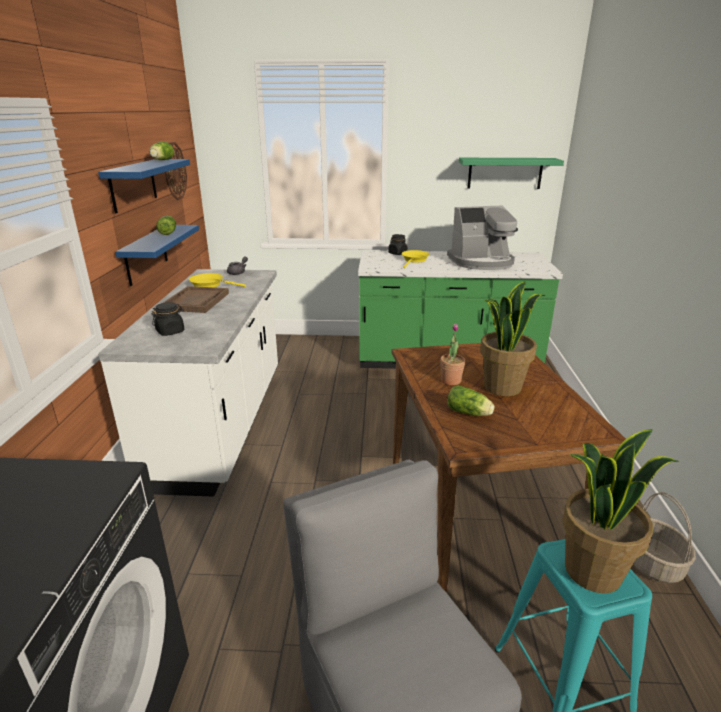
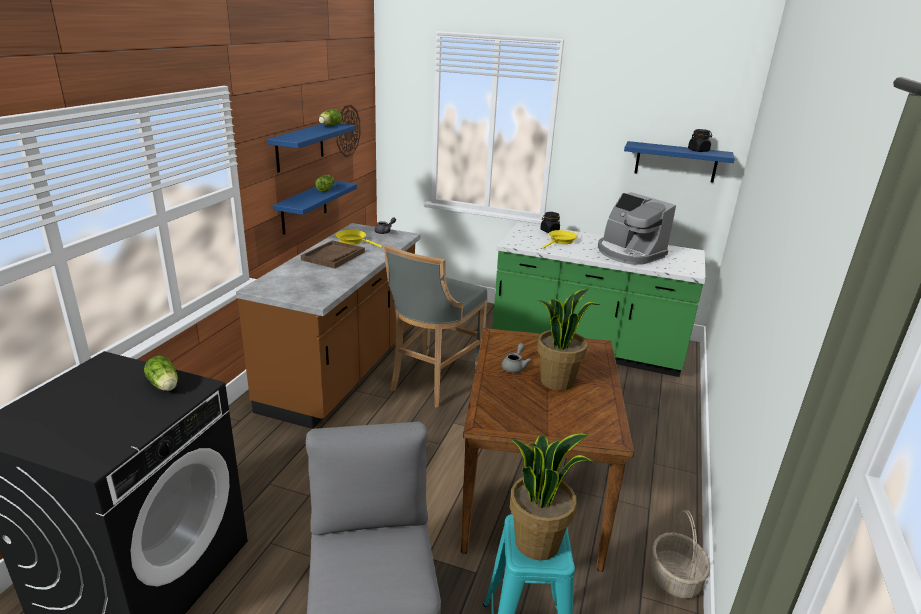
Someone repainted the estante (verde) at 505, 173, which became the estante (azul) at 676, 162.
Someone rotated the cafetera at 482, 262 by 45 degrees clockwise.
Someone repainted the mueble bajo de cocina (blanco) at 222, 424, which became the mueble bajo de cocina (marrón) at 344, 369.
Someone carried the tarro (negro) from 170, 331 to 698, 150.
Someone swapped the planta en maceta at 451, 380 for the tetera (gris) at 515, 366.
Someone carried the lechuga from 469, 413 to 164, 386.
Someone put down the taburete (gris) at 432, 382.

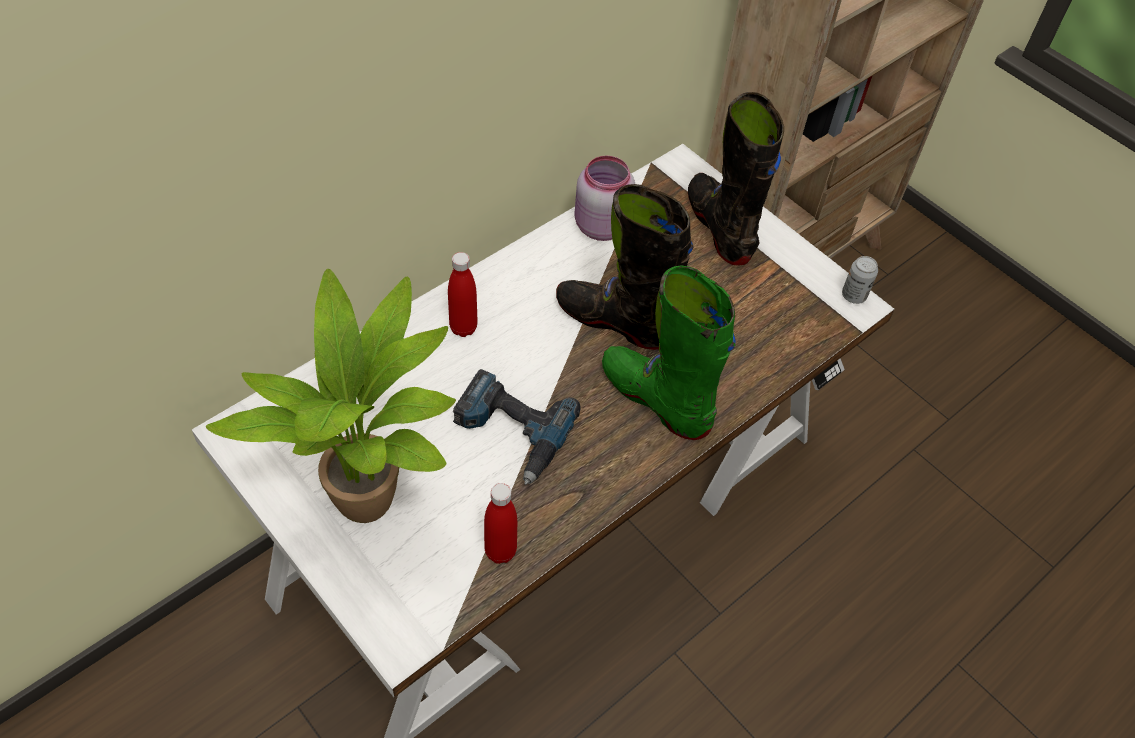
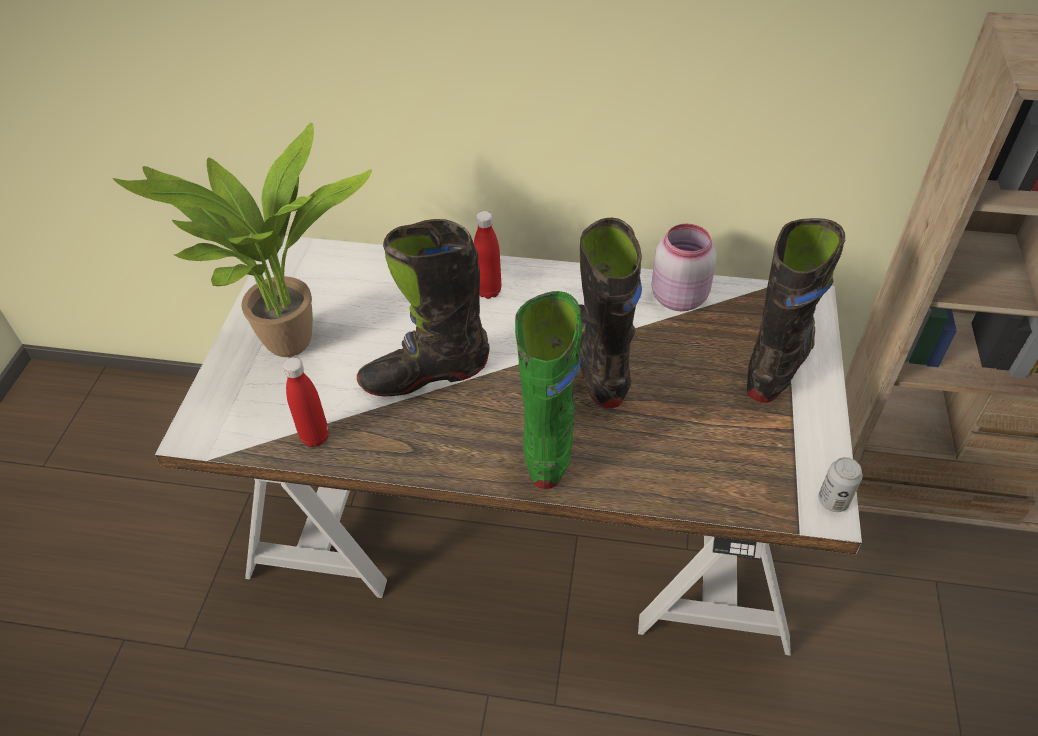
Someone swapped the taladro at 511, 432 for the bota (negro) at 425, 375.

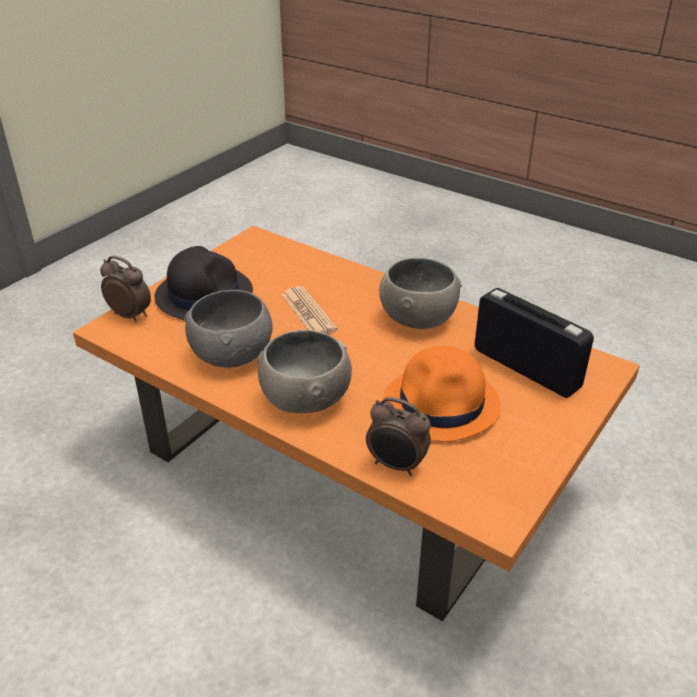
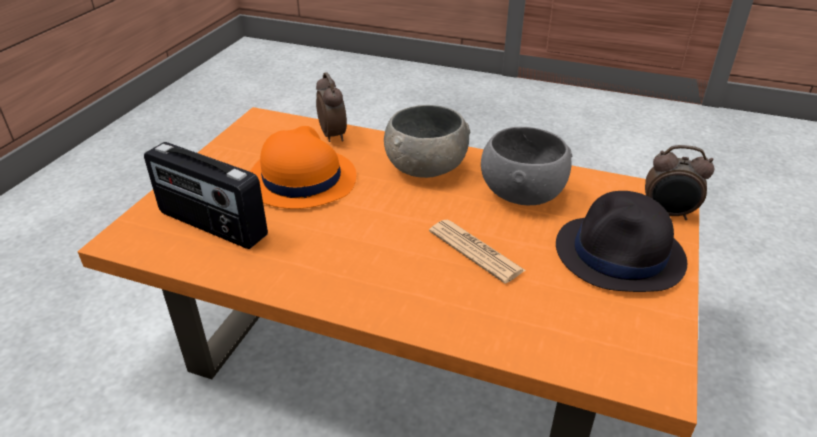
Someone took away the cuenco (gris) at 417, 317.
Someone rotated the despertador at 396, 465 by 60 degrees clockwise.

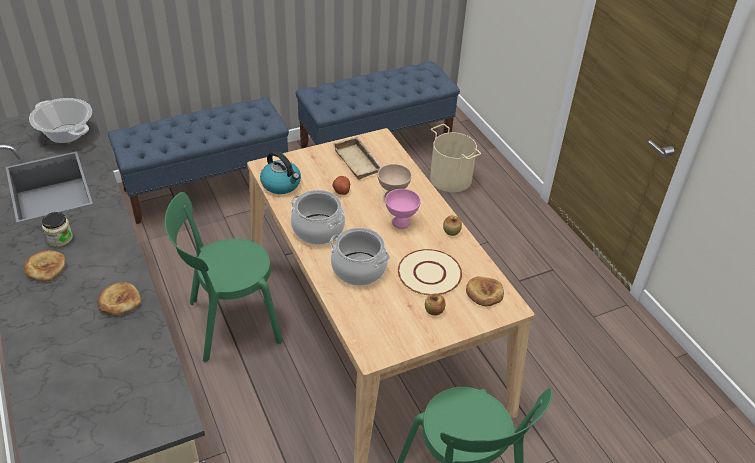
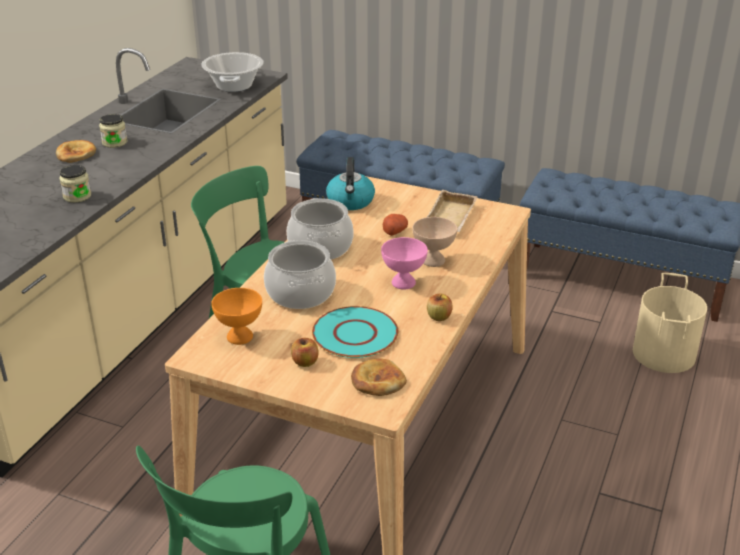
Someone repainted the plato (beis) at 429, 274, which became the plato (turquesa) at 354, 334.
Someone swapped the pan at 119, 301 for the tarro at 77, 196.
Someone put down the cuenco (naranja) at 239, 337.

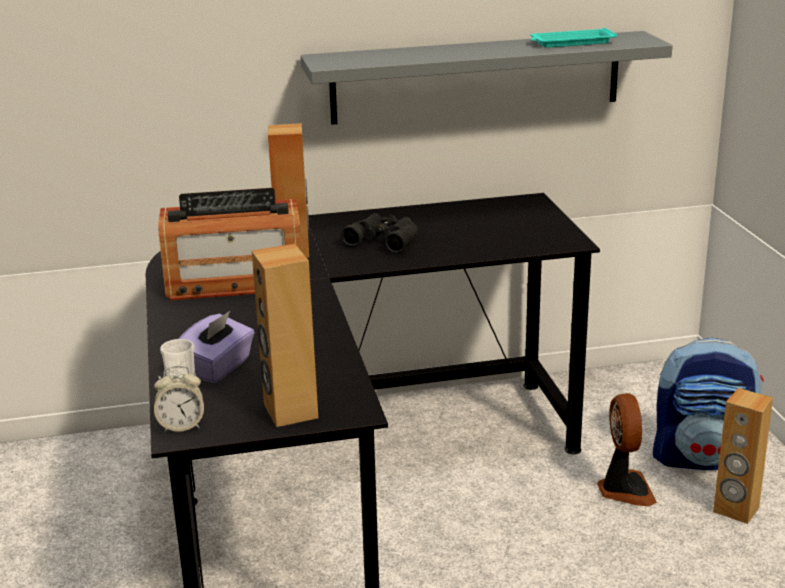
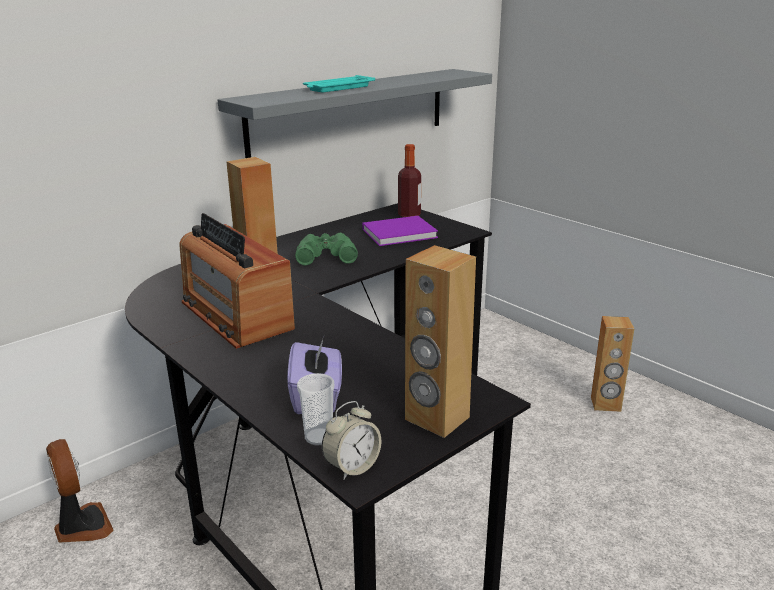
Someone carried the bandeja (turquesa) from 571, 43 to 338, 88.
Someone rotated the radio at 234, 282 by 90 degrees clockwise.
Someone repainted the prismáticos (negro) at 385, 239, which became the prismáticos (verde) at 325, 254.
Someone took away the mochila at 702, 458.
Someone carried the ventilador from 624, 489 to 82, 526.
Someone put down the botella at 409, 215.
Someone put down the libro (morado) at 401, 233.

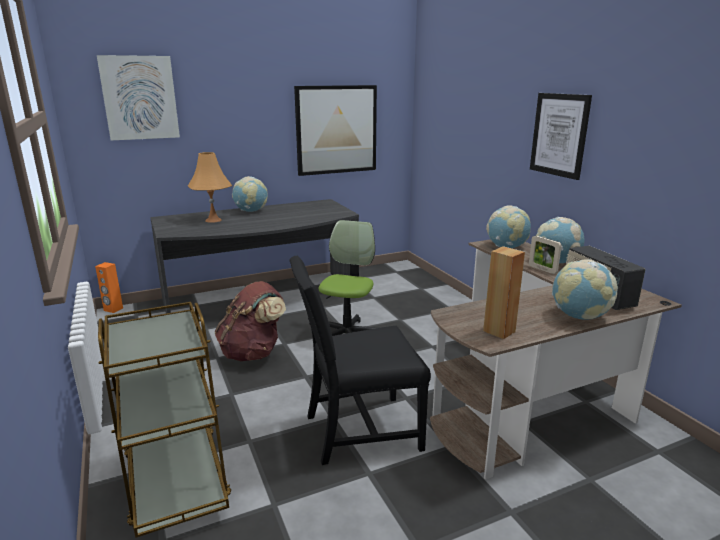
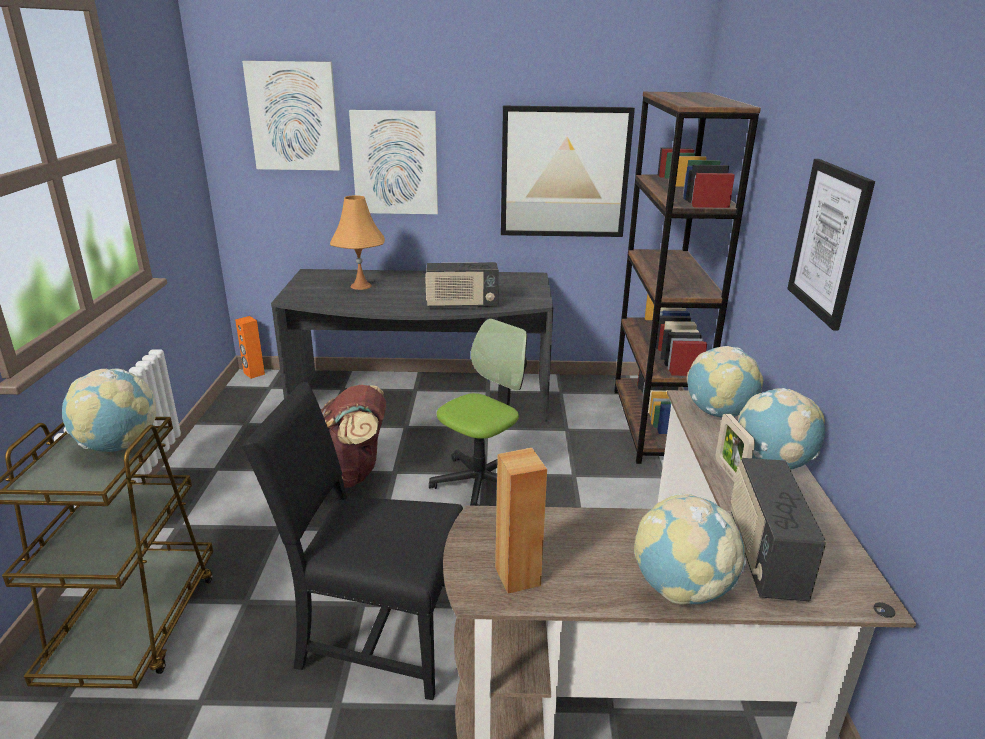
Someone carried the globo terráqueo from 251, 211 to 119, 446.
Someone put down the estantería (marrón) at 653, 425.
Someone put up the cuadro at 395, 162.
Someone put down the radio at 462, 305.

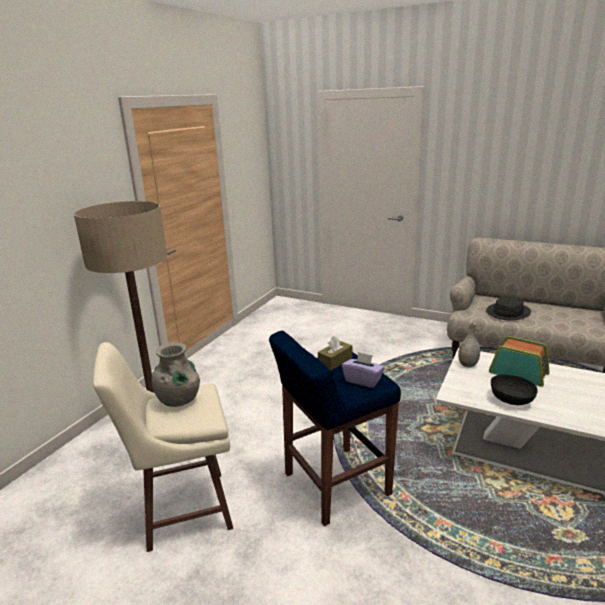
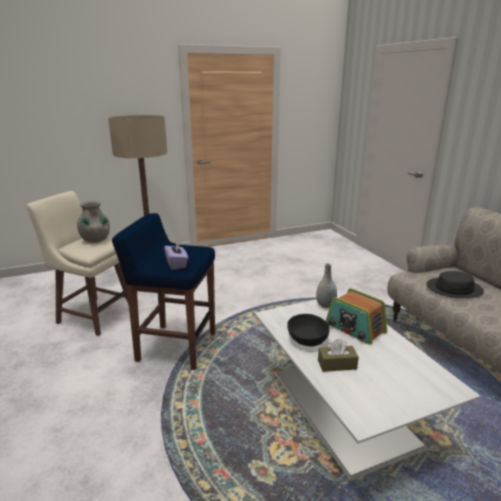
Someone carried the caja de pañuelos (marrón) from 335, 361 to 337, 364.
Someone rotated the radio at 518, 373 by 150 degrees clockwise.

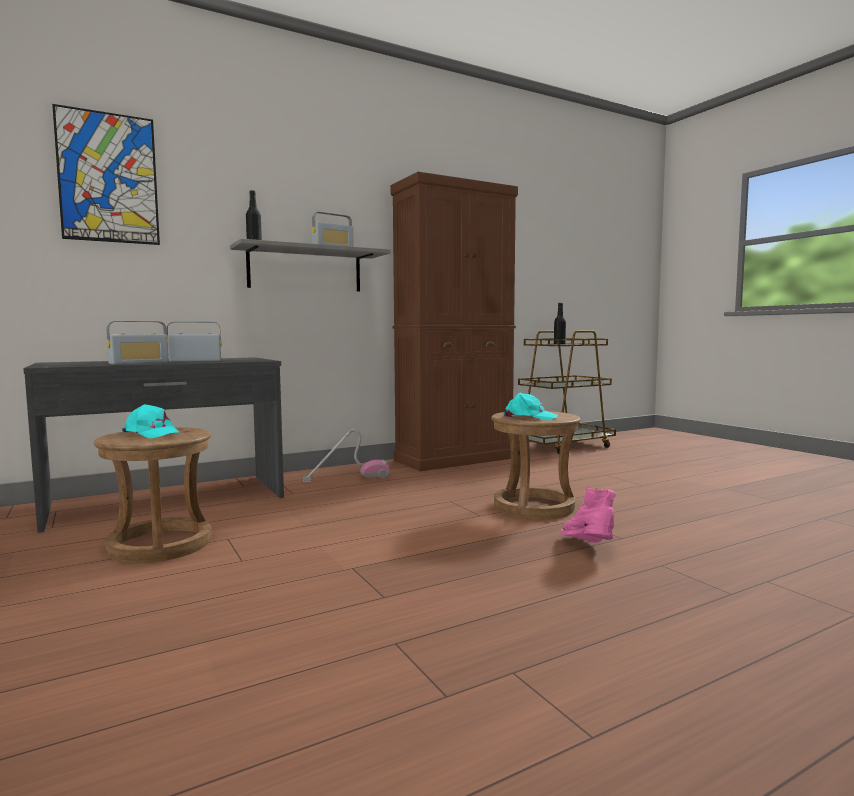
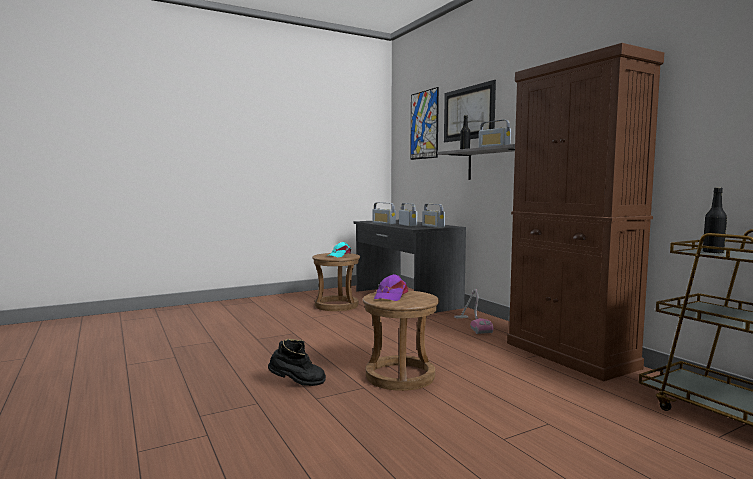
Someone repainted the gorra (turquesa) at 529, 417, which became the gorra (morado) at 390, 296.
Someone repainted the bota (rosa) at 588, 549, which became the bota (negro) at 297, 384.
Someone put up the cuadro at 468, 113.
Someone put down the radio at 433, 226.

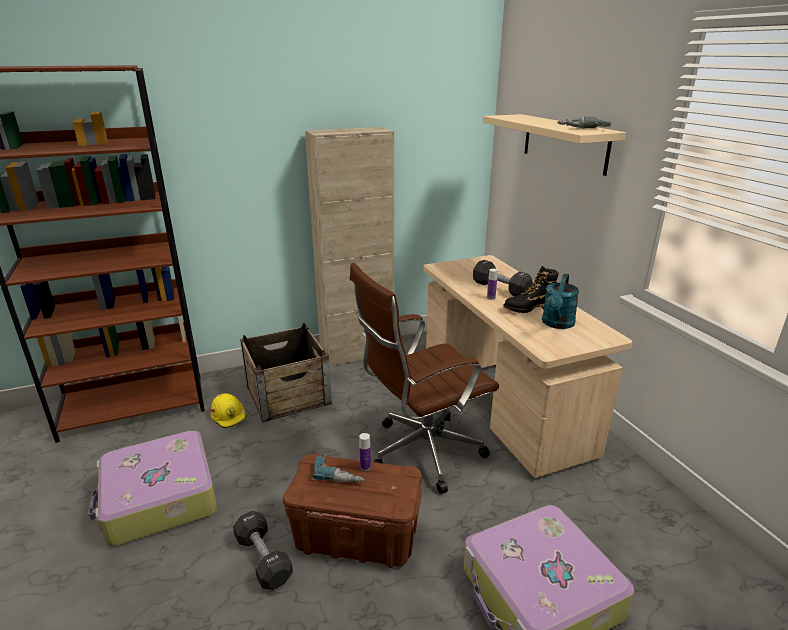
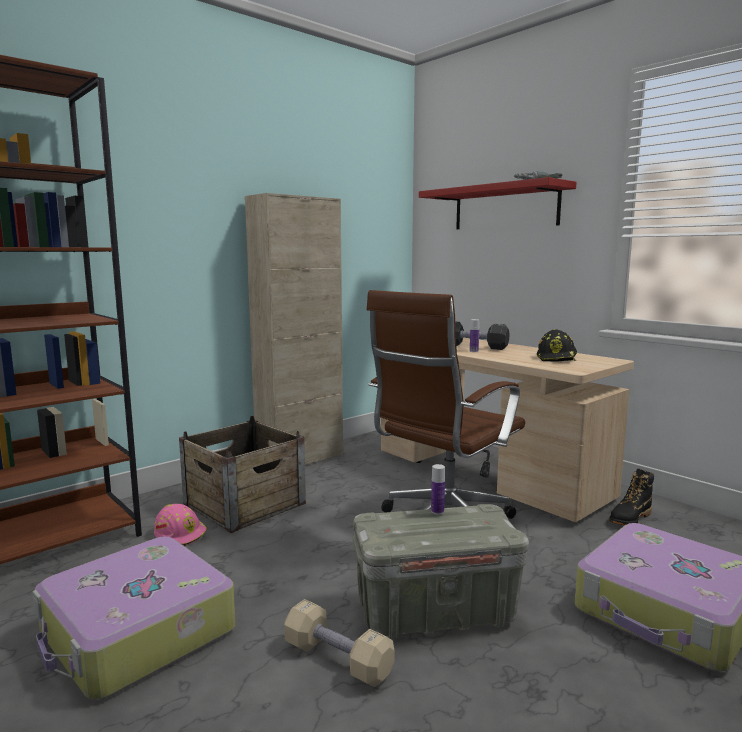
Someone repainted the estante (beis) at 564, 143, which became the estante (rojo) at 505, 208.
Someone carried the bota (negro) from 529, 308 to 630, 518.
Someone swapped the regadera (turquesa) at 557, 324 for the casco (negro) at 557, 358.
Someone repainted the casco (amarillo) at 229, 416, which became the casco (rosa) at 181, 534.
Someone repainted the caja de almacenaje (marrón) at 357, 537, which became the caja de almacenaje (gris) at 436, 611.
Someone took away the taladro at 340, 473.
Someone repainted the mancuerna (negro) at 263, 559, which became the mancuerna (beis) at 337, 659.

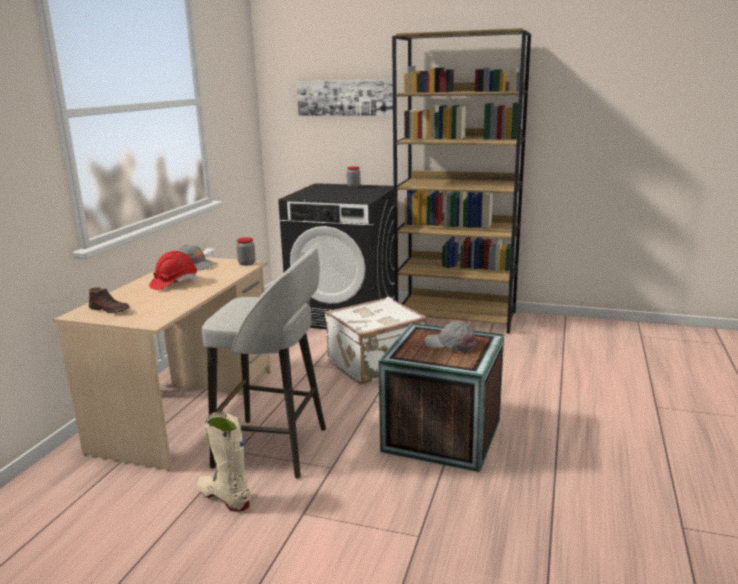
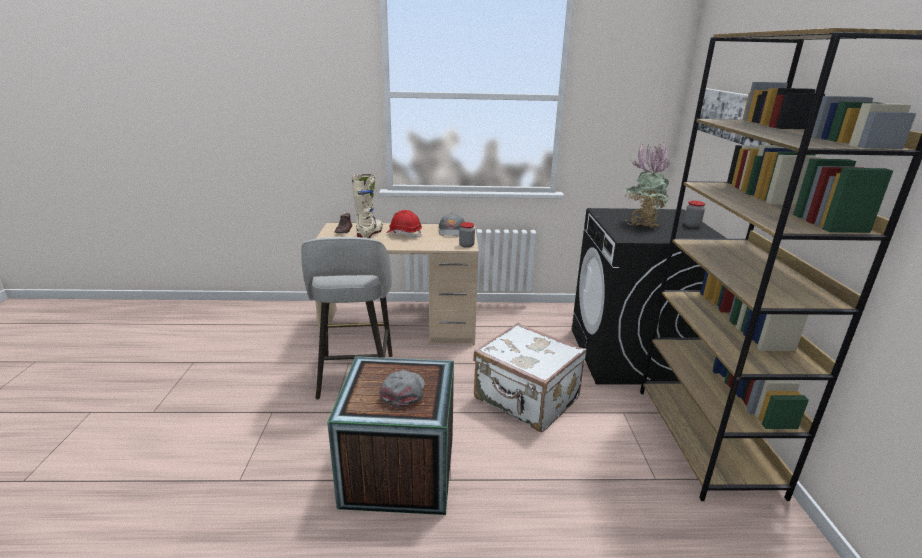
Someone carried the bota (beis) from 224, 498 to 370, 234.
Someone put down the planta en maceta at 641, 224.

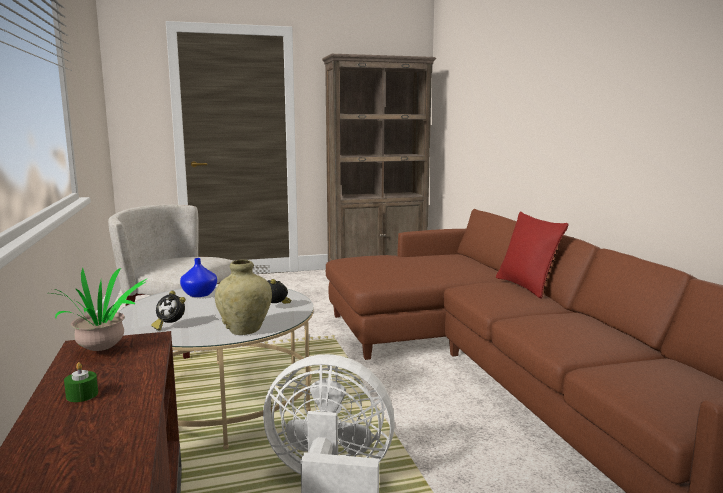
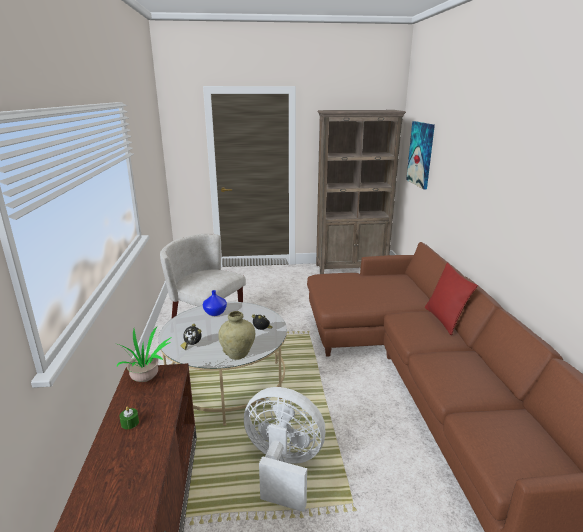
Someone put up the cuadro at 421, 154.

